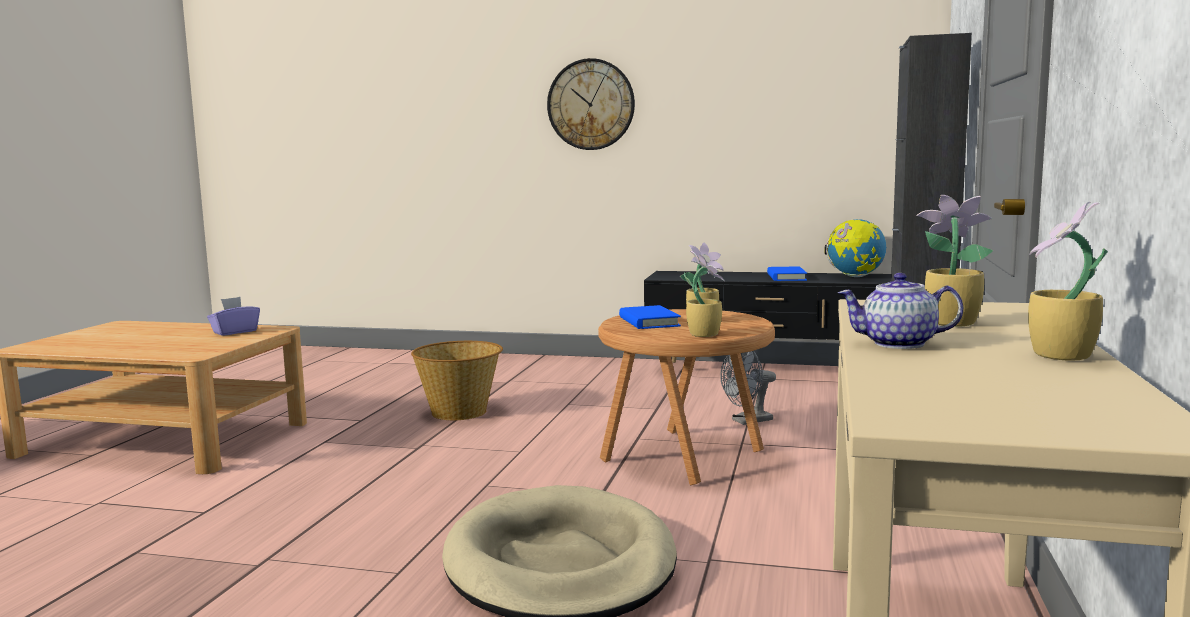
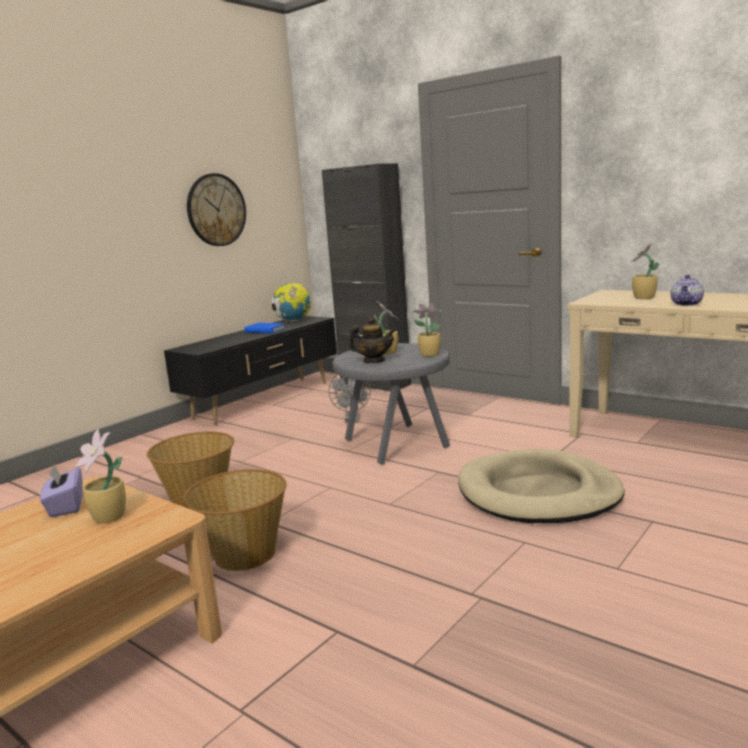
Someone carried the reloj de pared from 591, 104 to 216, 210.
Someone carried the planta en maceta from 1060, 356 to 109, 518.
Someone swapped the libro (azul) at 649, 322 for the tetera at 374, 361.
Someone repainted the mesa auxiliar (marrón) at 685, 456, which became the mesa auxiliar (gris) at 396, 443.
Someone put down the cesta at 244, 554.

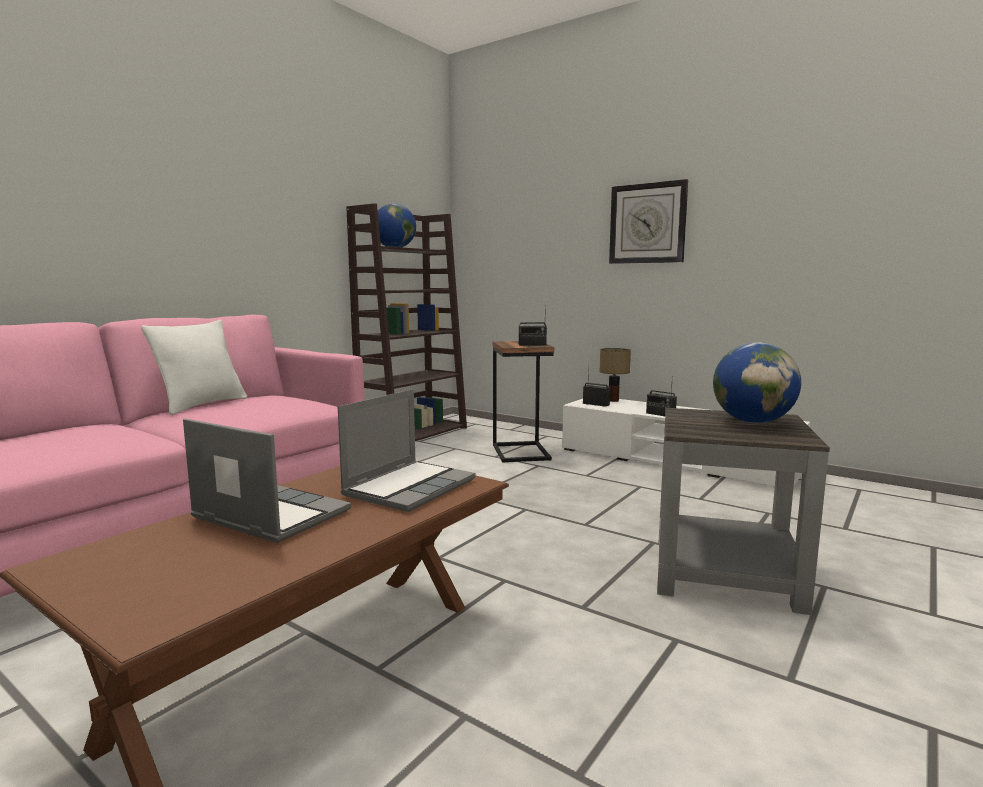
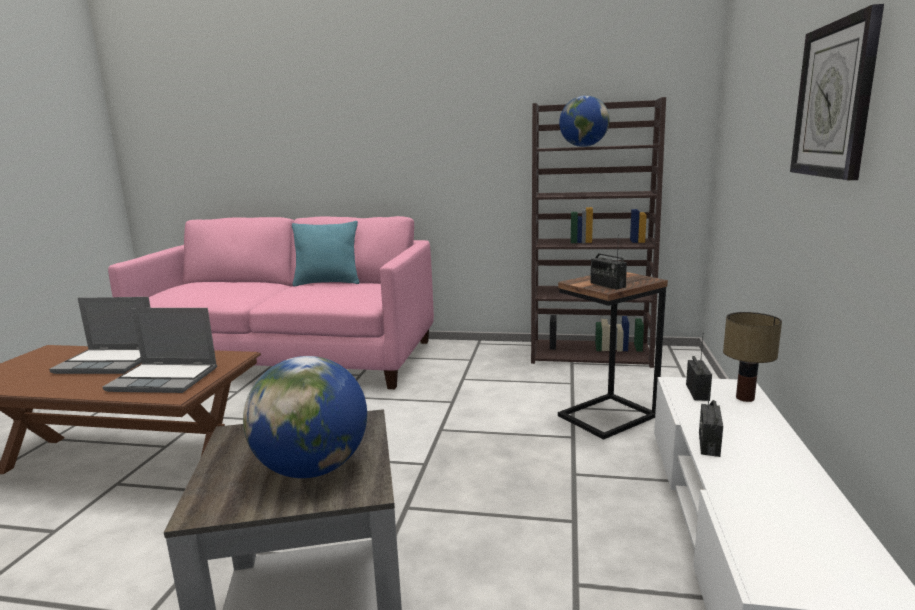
Someone repainted the cojín (blanco) at 202, 405, which became the cojín (turquesa) at 327, 283.
Someone rotated the portátil at 268, 515 by 90 degrees clockwise.

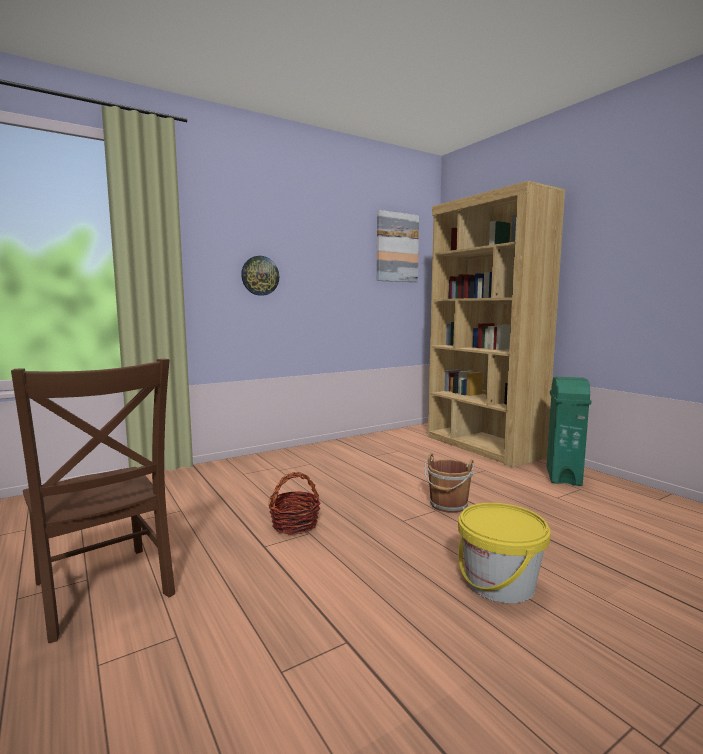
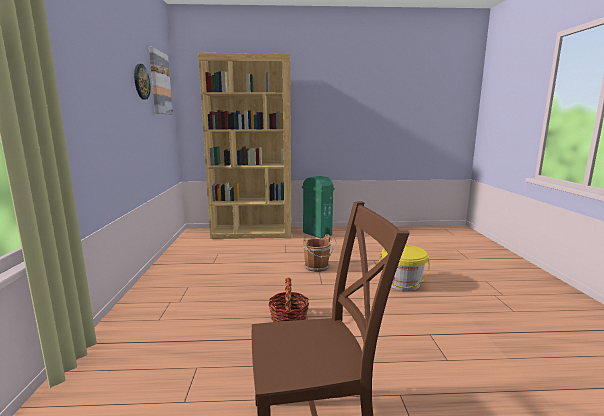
Someone carried the reloj de pared from 260, 275 to 141, 81.

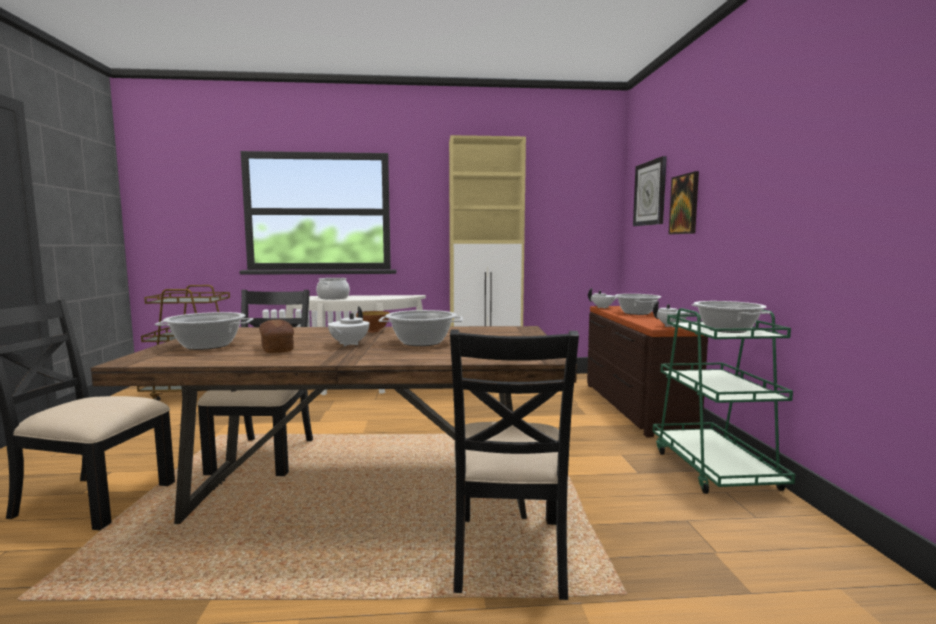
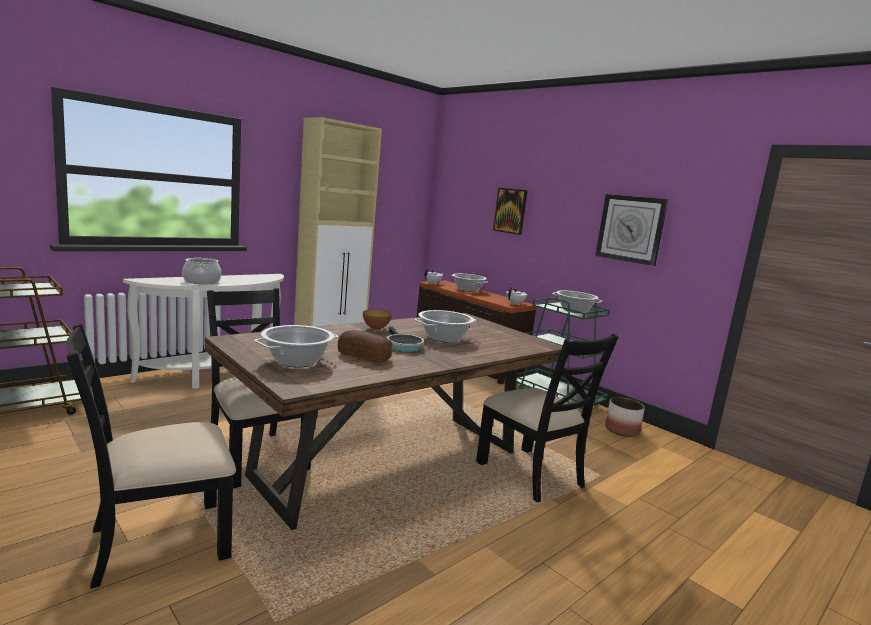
Someone carried the reloj de pared from 650, 193 to 631, 229.
Someone swapped the tetera (blanco) at 348, 344 for the sartén at 402, 346.
Someone put down the maceta at 622, 430.

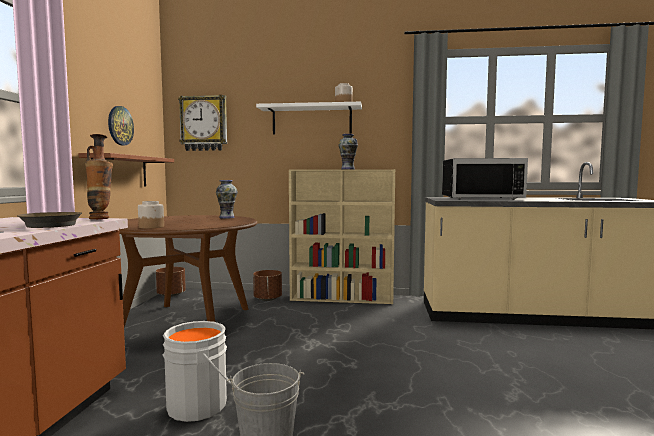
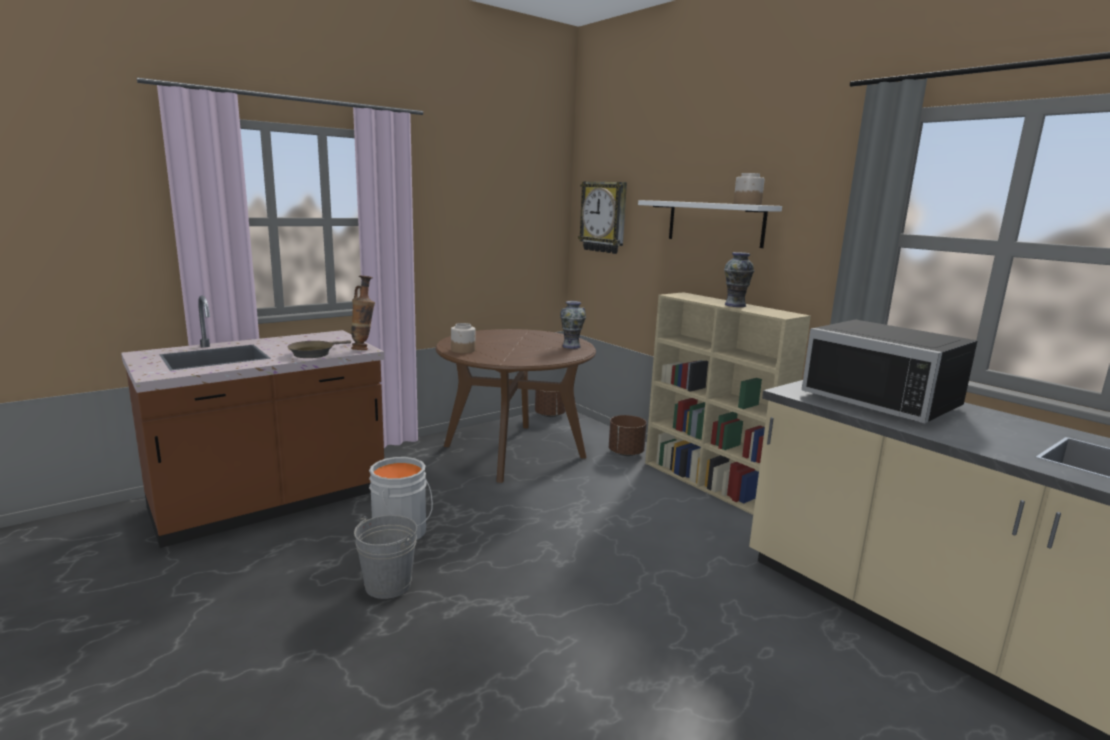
Someone took away the reloj de pared at 120, 125.
Someone took away the estante (marrón) at 119, 171.

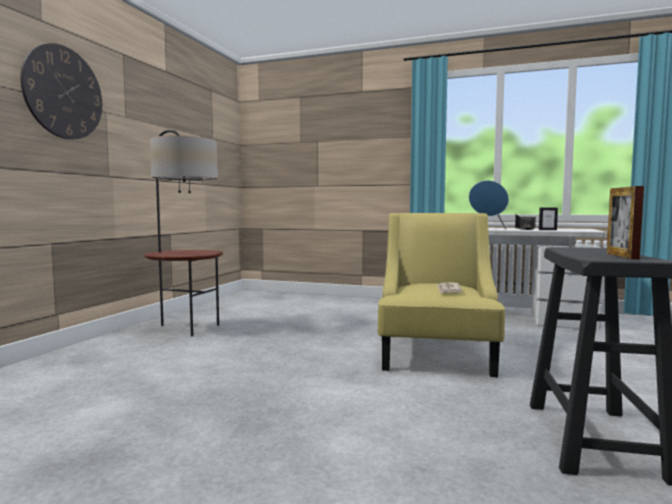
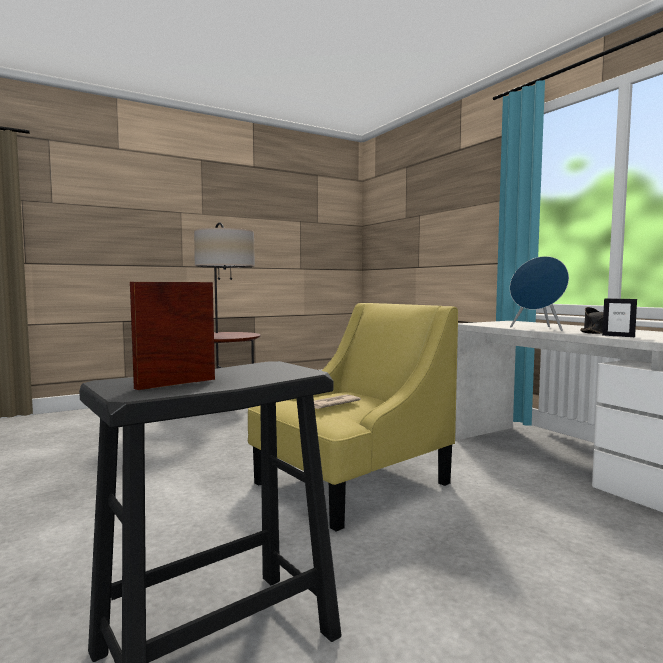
Someone took away the reloj de pared at 64, 92.

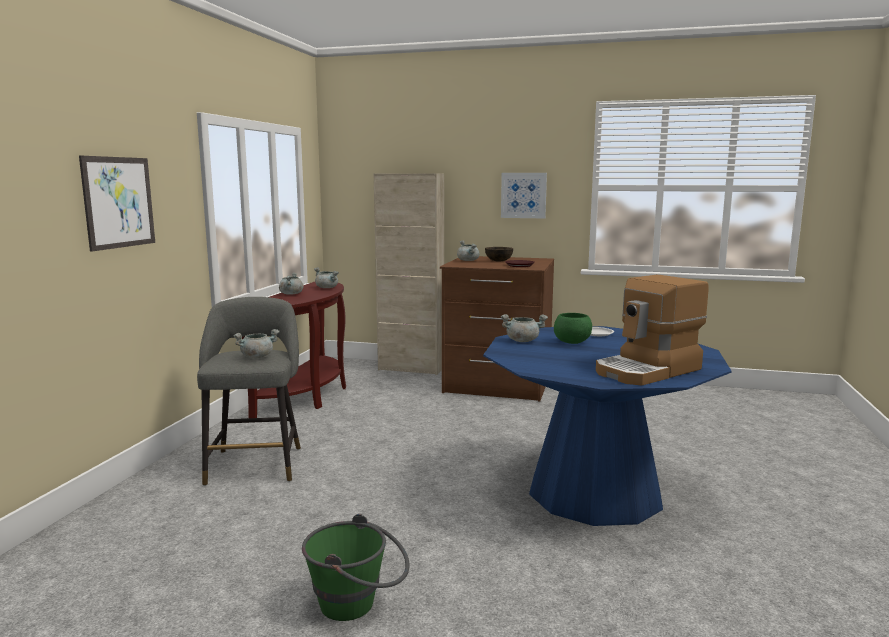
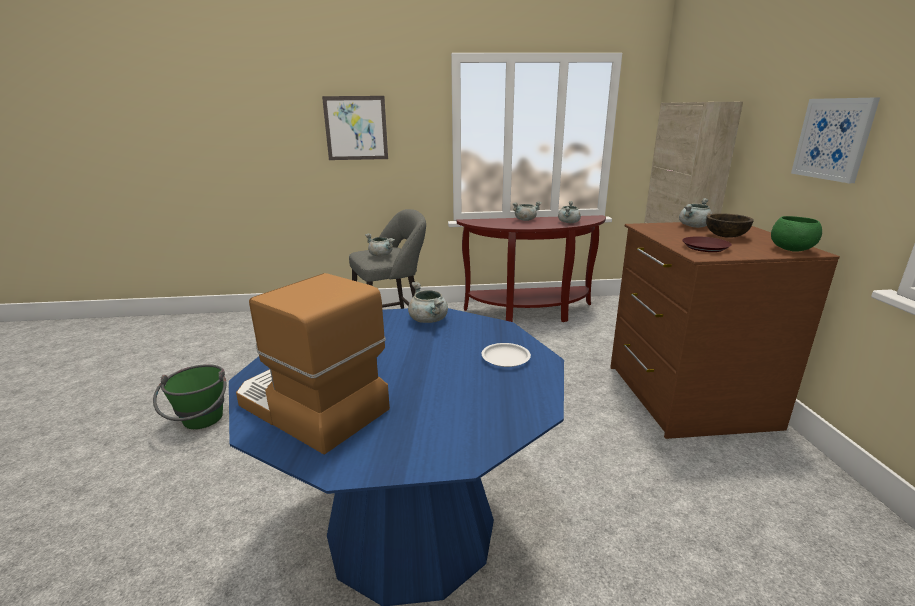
Someone carried the cuenco (verde) from 572, 343 to 791, 250.

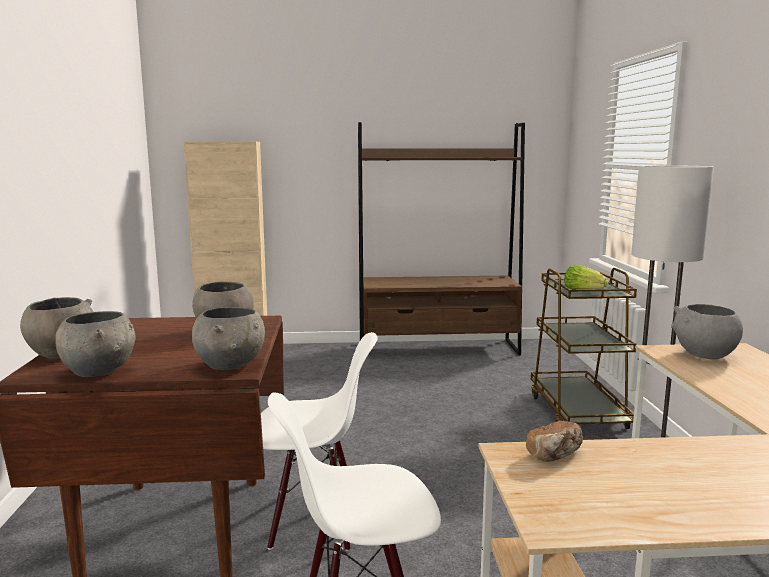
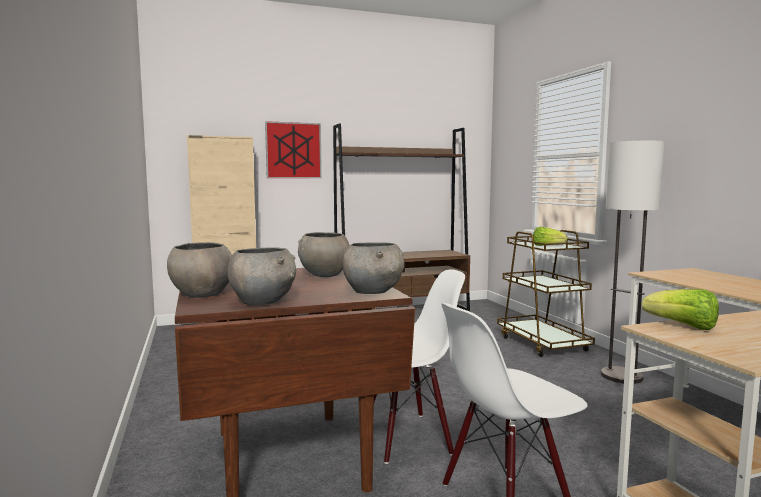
Someone took away the cuenco (gris) at 704, 355.
Someone swapped the pan at 555, 454 for the lechuga at 682, 326.
Someone put up the cuadro at 293, 150.

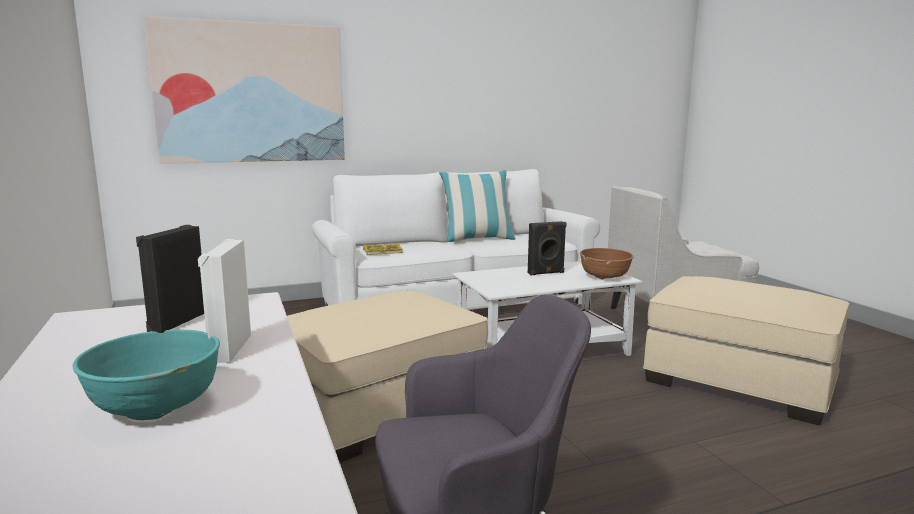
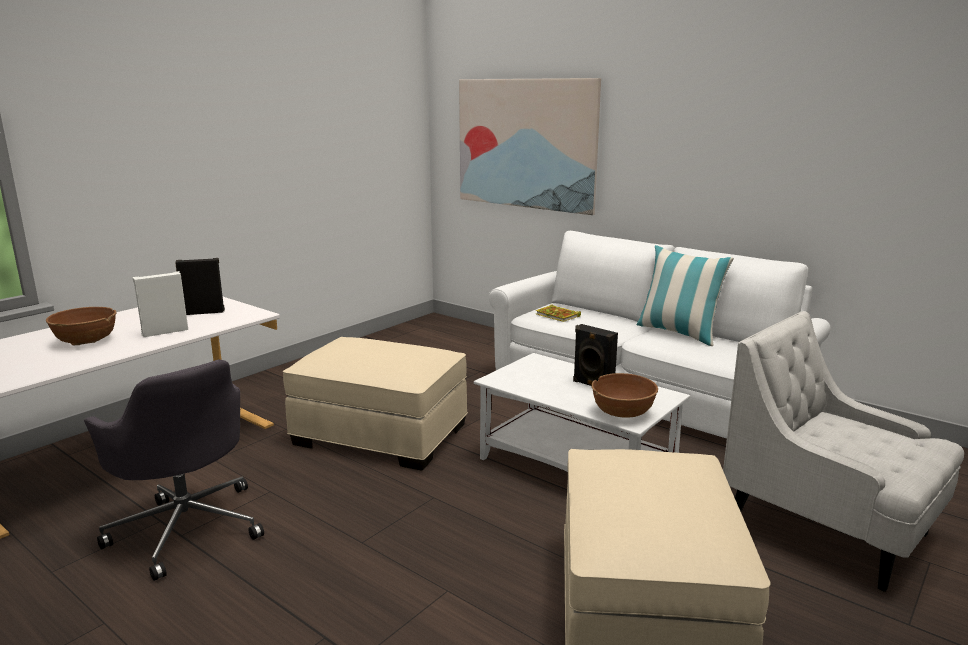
Someone repainted the cuenco (turquesa) at 155, 406, which became the cuenco (marrón) at 86, 341.

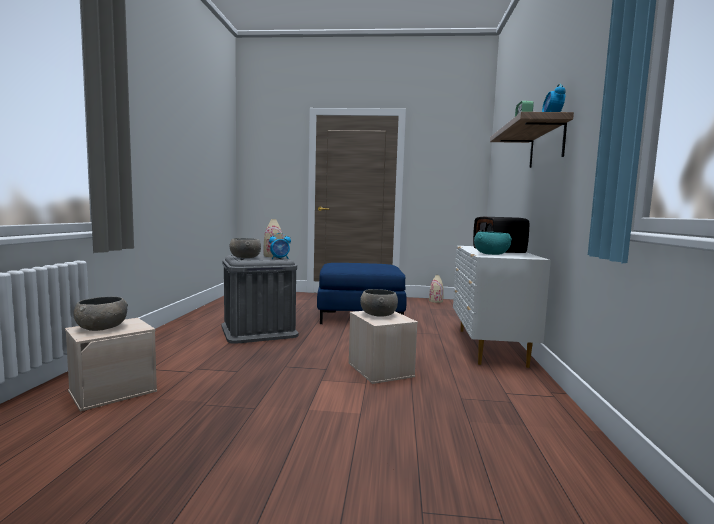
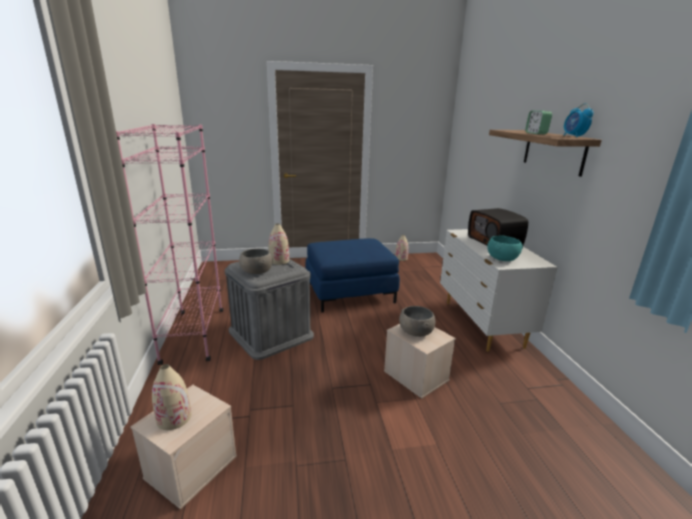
Someone took away the despertador at 280, 258.
Someone swapped the cuenco (gris) at 102, 328 for the florero (beis) at 174, 418.
Someone put down the estantería (rosa) at 194, 335.

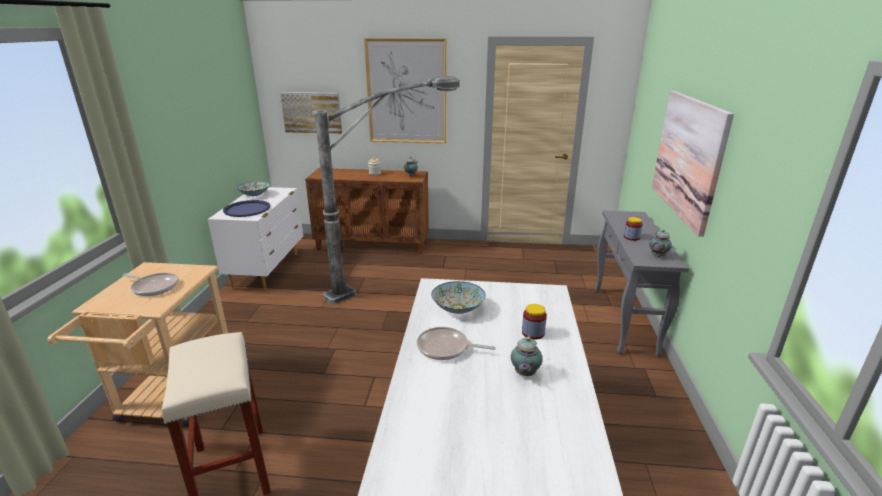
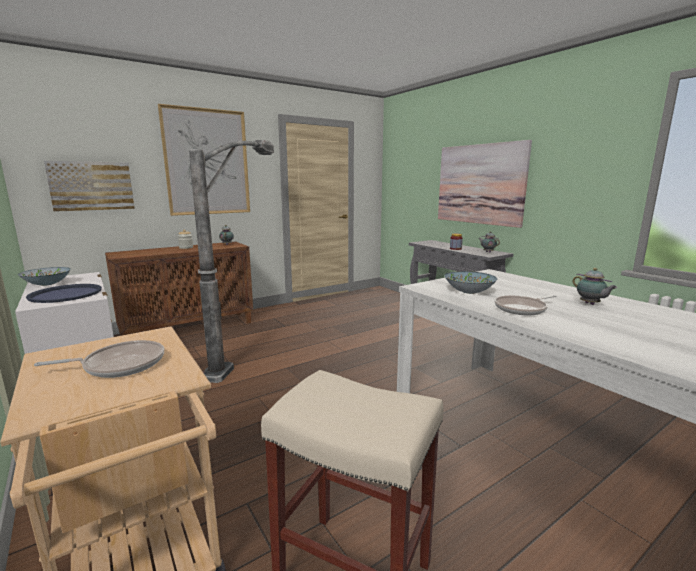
Someone took away the tarro at 533, 333.

